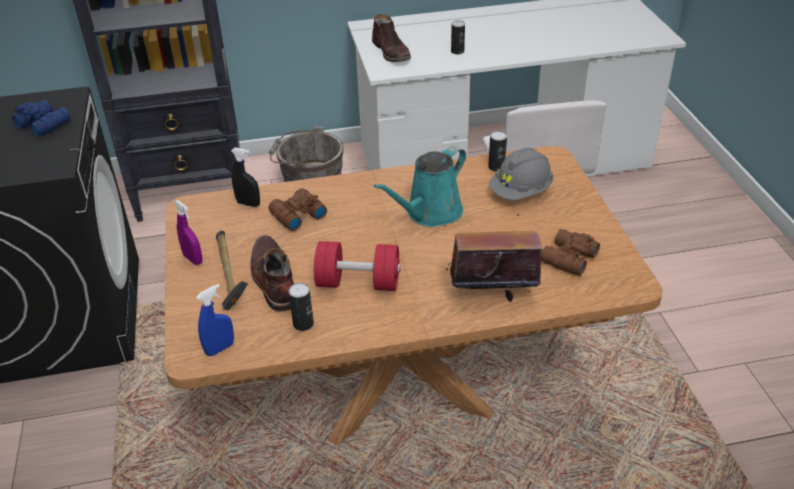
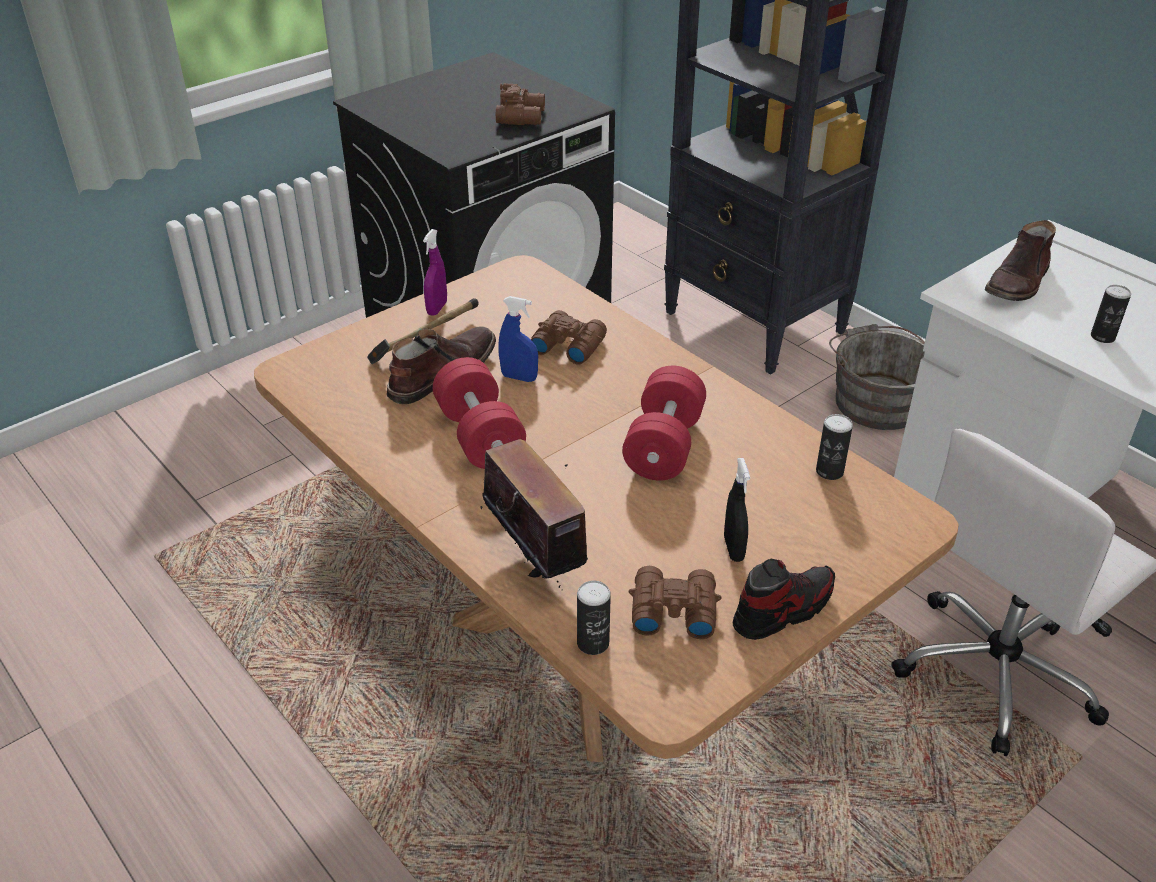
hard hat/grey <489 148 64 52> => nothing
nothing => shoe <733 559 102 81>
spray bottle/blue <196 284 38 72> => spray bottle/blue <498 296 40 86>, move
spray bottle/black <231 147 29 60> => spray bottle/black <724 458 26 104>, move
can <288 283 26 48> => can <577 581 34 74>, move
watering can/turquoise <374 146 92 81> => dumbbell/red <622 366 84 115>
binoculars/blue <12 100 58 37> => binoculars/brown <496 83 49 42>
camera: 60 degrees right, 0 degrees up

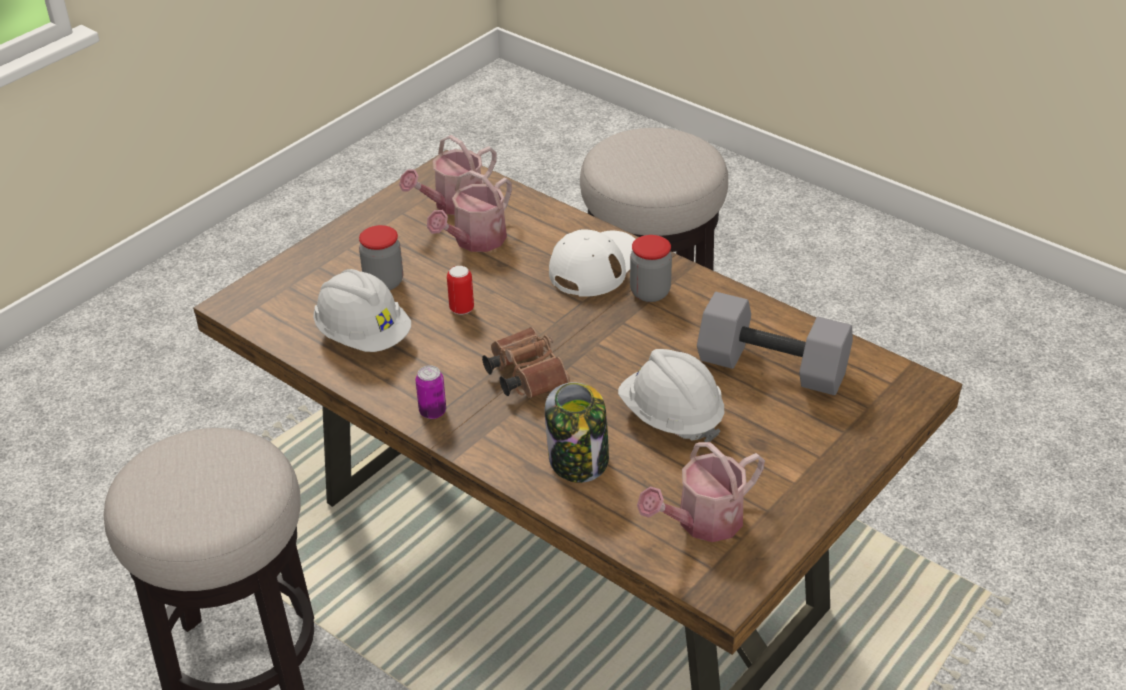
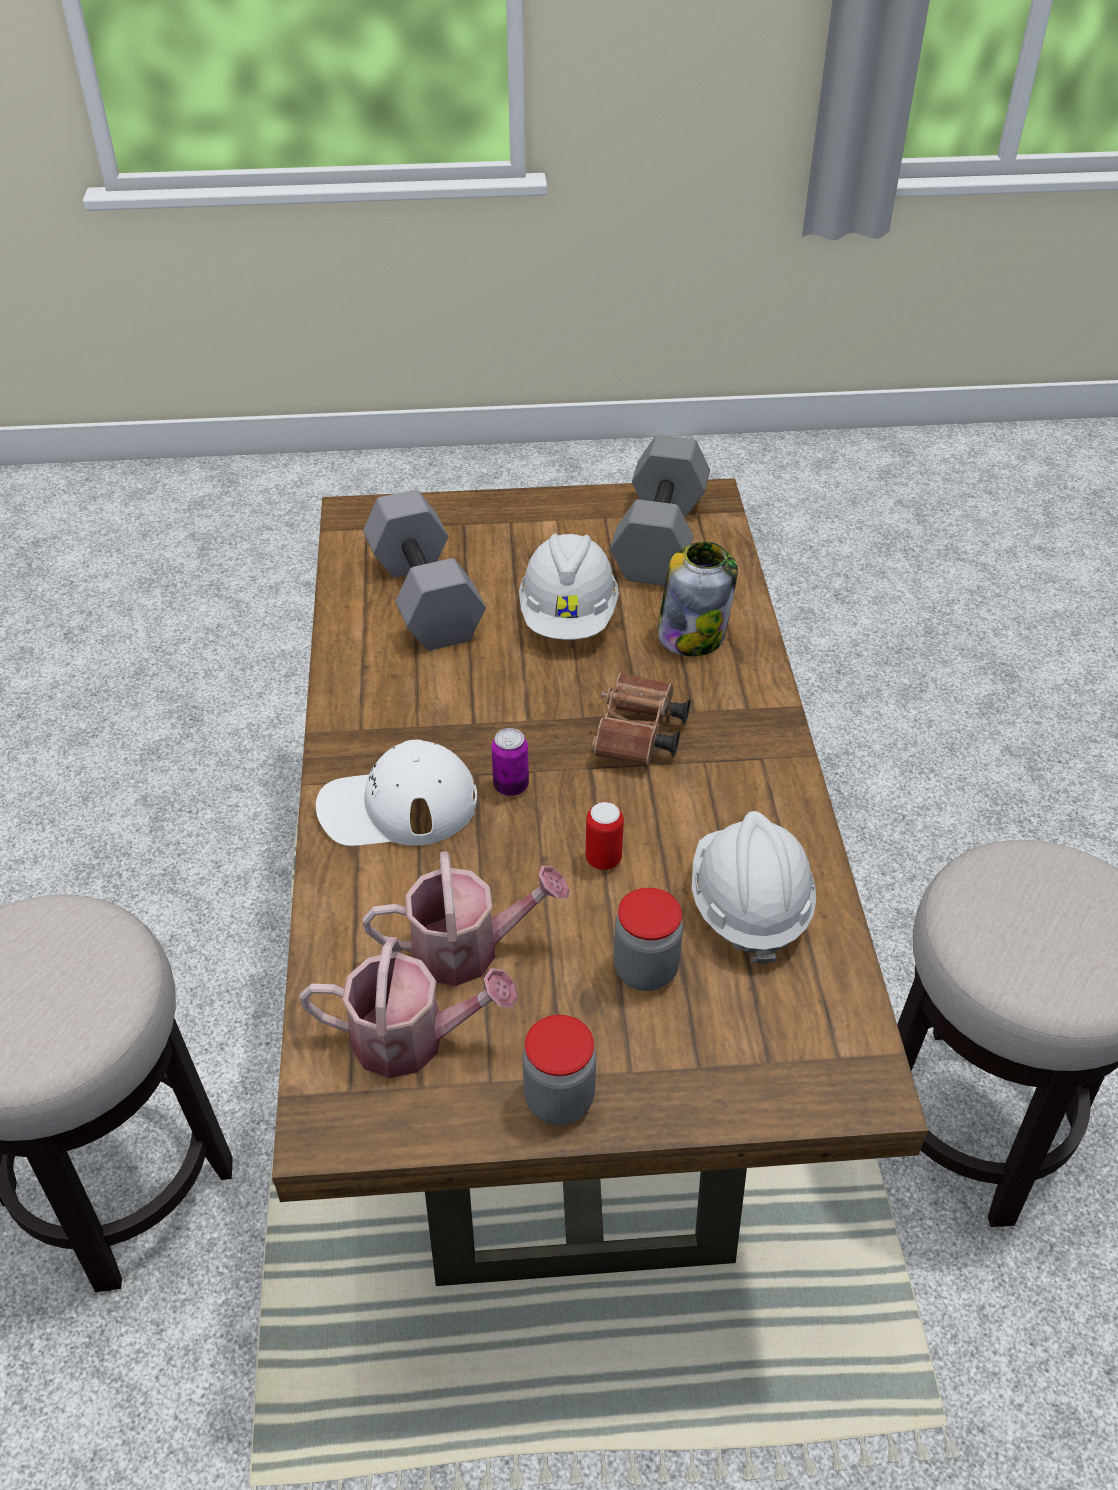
can <415 365 31 54> => can <491 728 38 68>, move
jar <630 235 42 67> => jar <523 1015 73 110>, move
watering can <637 442 128 100> => dumbbell/grey <610 435 100 151>
camera: 135 degrees left, 5 degrees up

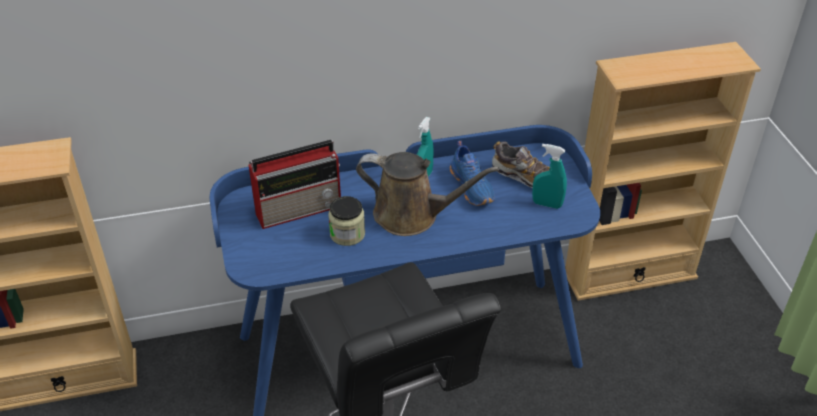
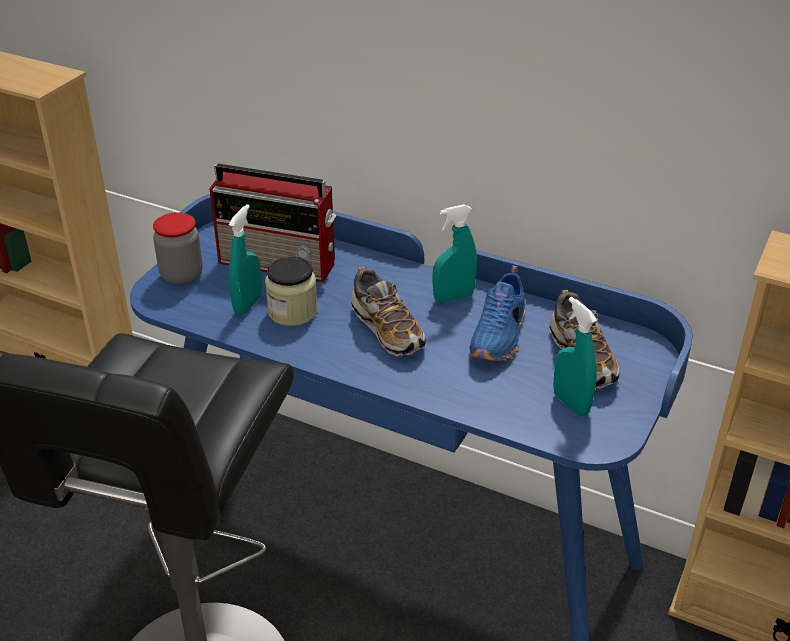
nothing => jar <153 213 50 72>
nothing => spray bottle/turquoise <229 204 33 111>
watering can/brown <356 152 143 84> => shoe <351 267 75 90>
camera: 40 degrees right, 5 degrees down

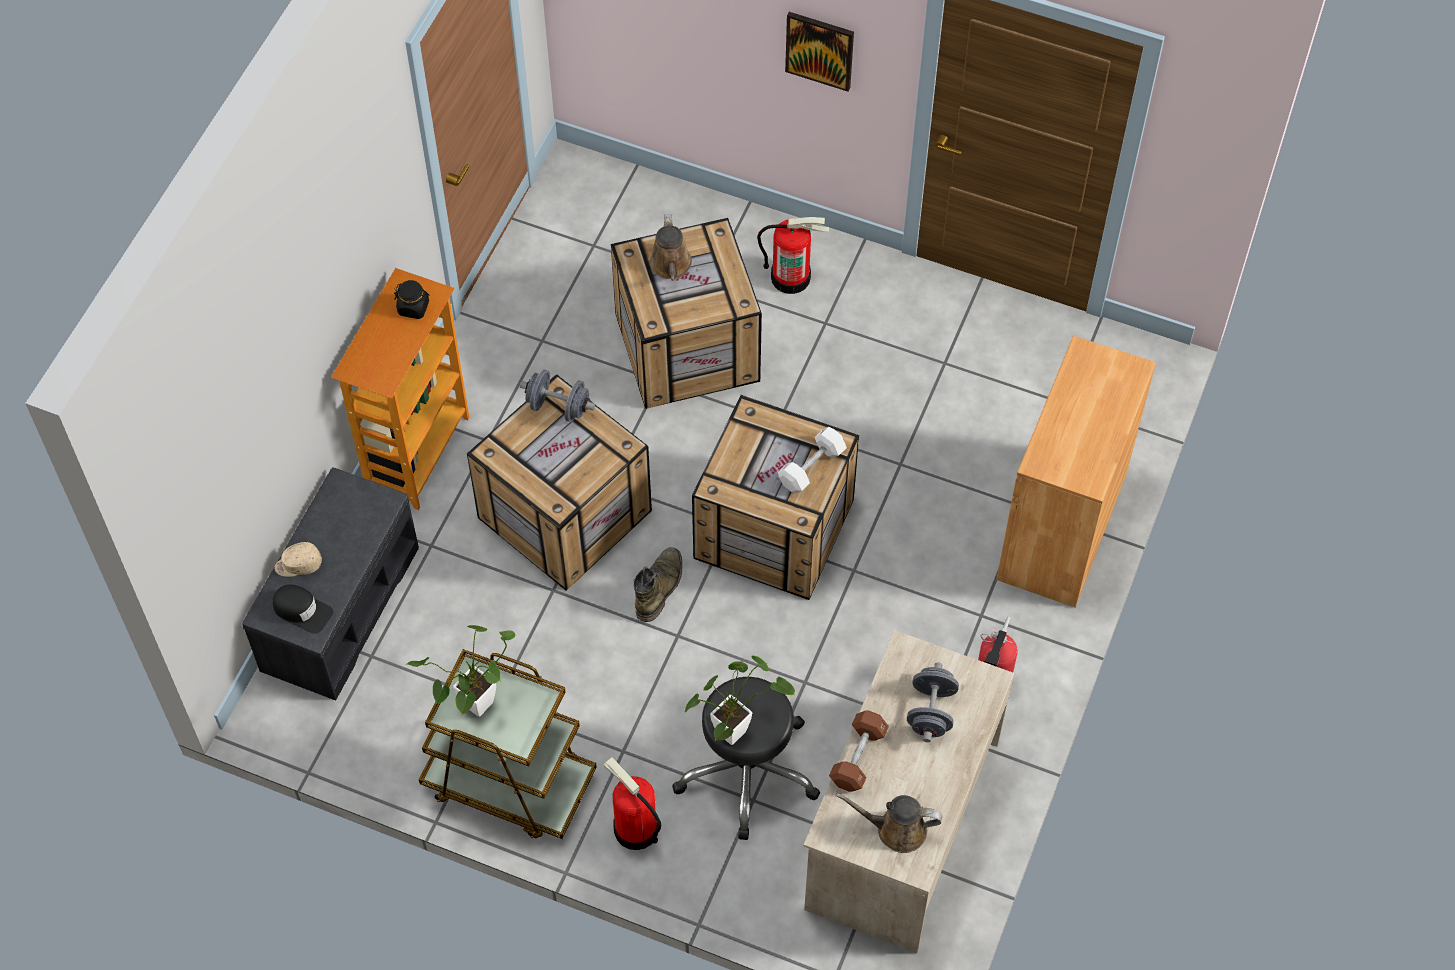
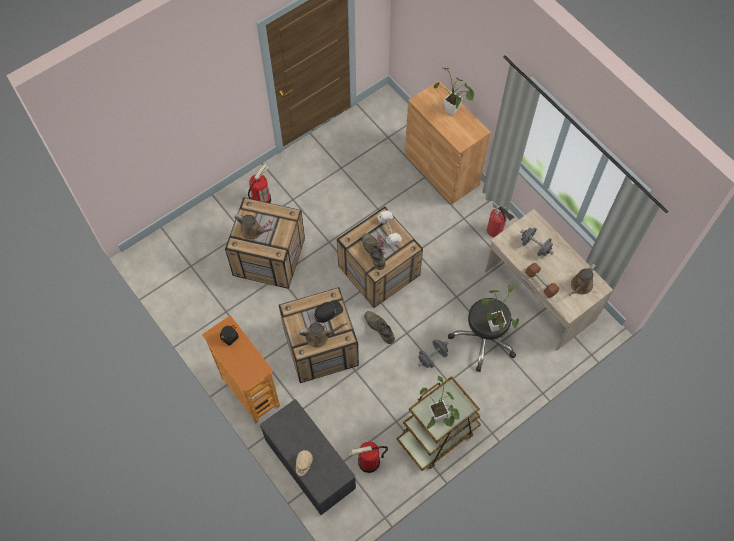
picture <785 12 69 80> => nothing
nothing => watering can/brown <299 323 49 25>
nothing => boot/green <362 233 24 37>
nothing => potted plant <434 68 41 48>
cap/black <273 584 60 50> => cap/black <314 300 29 23>, move
dumbbell/grey <520 369 75 53> => dumbbell/grey <418 340 31 28>, move
fire extinguisher <603 757 58 93> => fire extinguisher <349 442 39 31>, move
camera: 60 degrees left, 5 degrees up

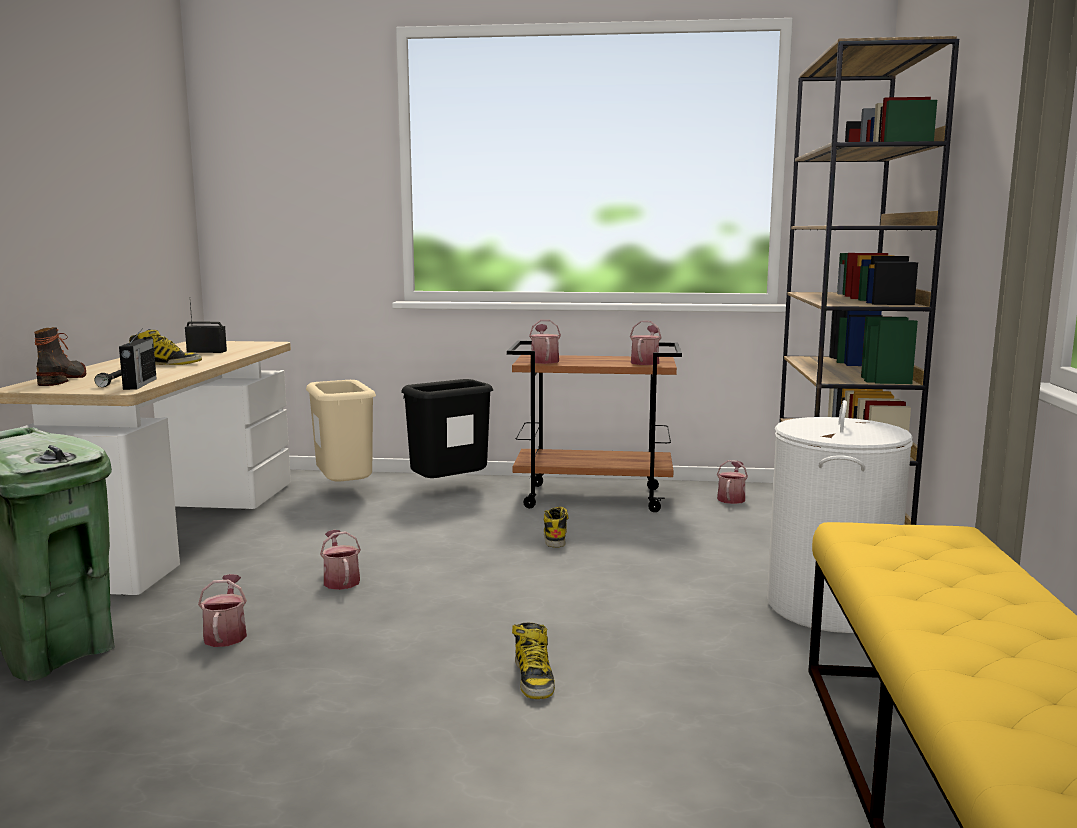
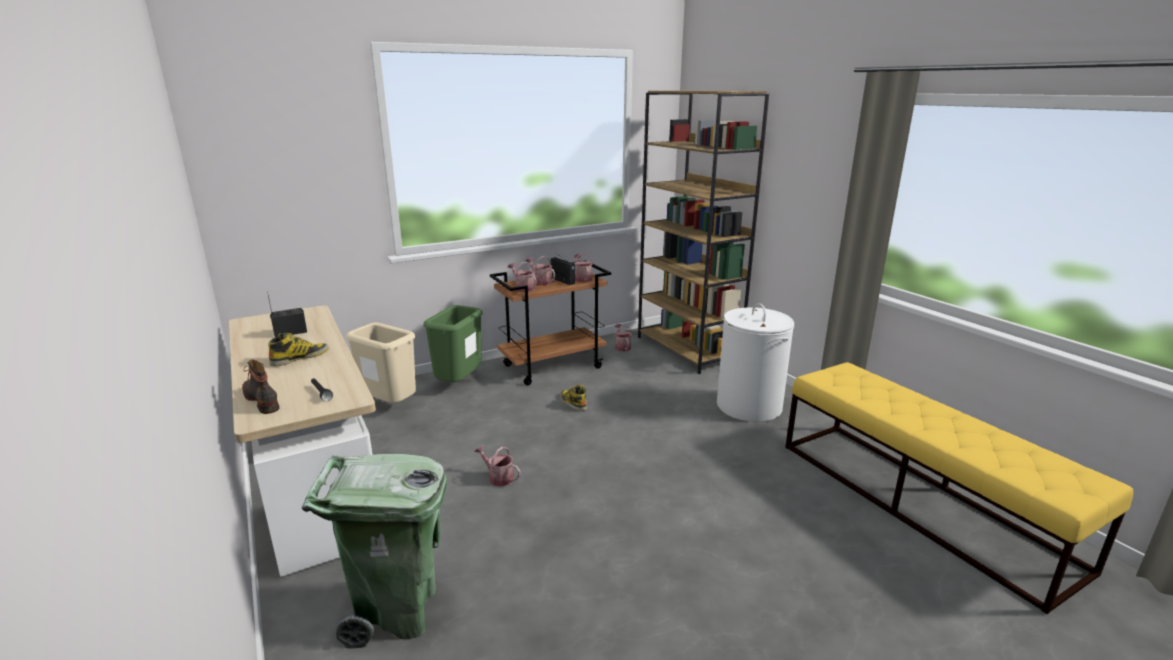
boot <512 623 43 76> => nothing
radio <119 328 38 62> => radio <550 253 25 32>, move
watering can <198 574 49 73> => watering can <526 256 29 30>, move
trash can/black <401 379 92 99> => trash can/green <423 305 60 77>
camera: 35 degrees left, 10 degrees up

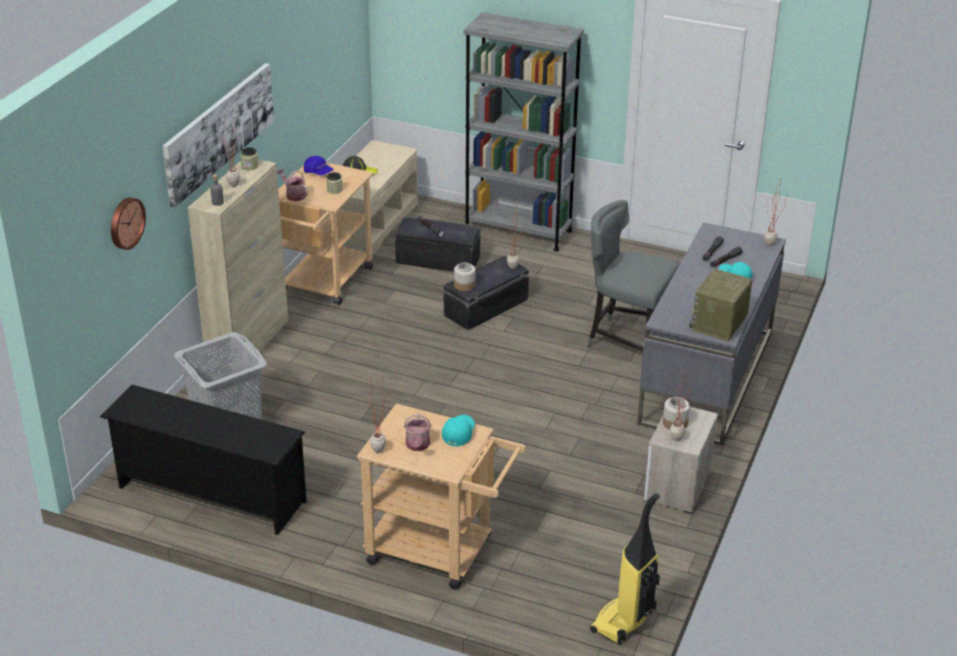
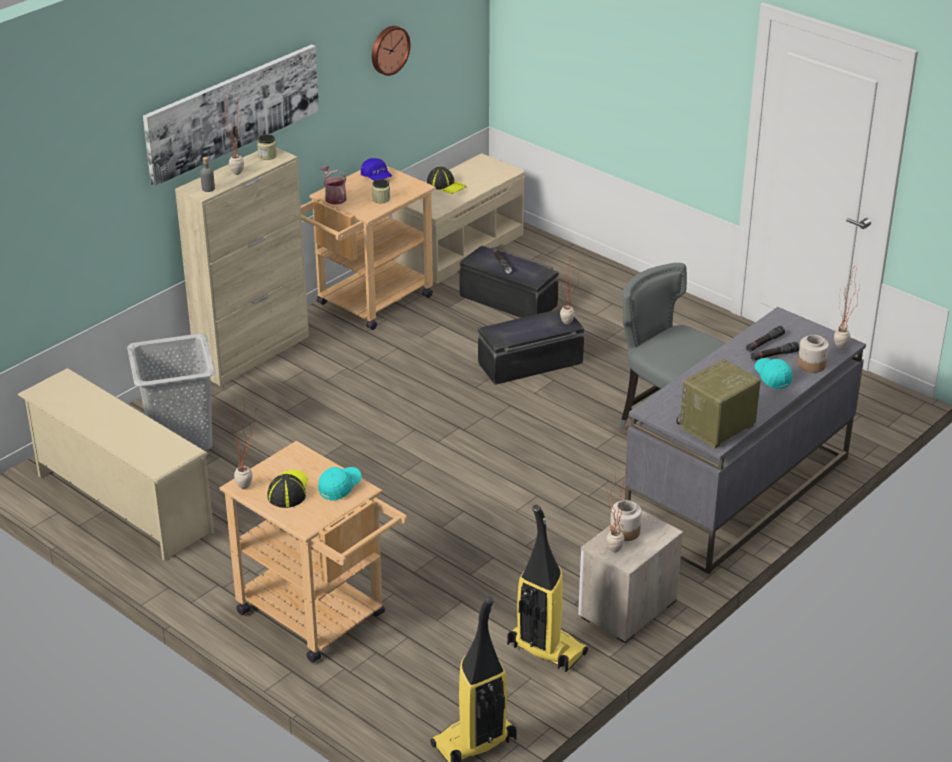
bookcase/grey <464 12 120 240> => nothing
nothing => vacuum cleaner <507 505 81 167>
wall clock <111 197 35 53> => wall clock <372 26 38 50>, move
jar <454 262 22 29> => jar <798 335 31 38>, move
watering can <404 413 27 38> => cap <267 469 41 39>
shoe rack/black <100 385 207 150> => shoe rack/beige <17 368 197 193>
camera: 20 degrees right, 0 degrees up

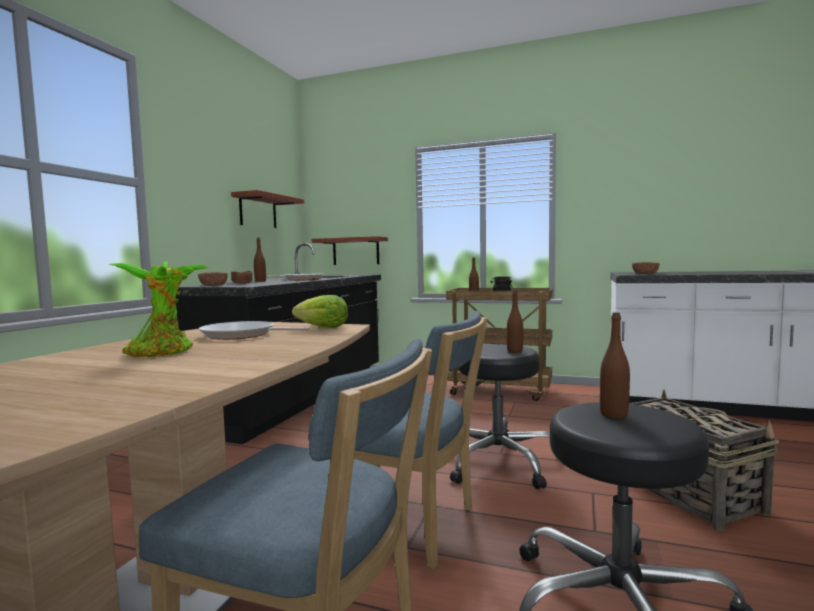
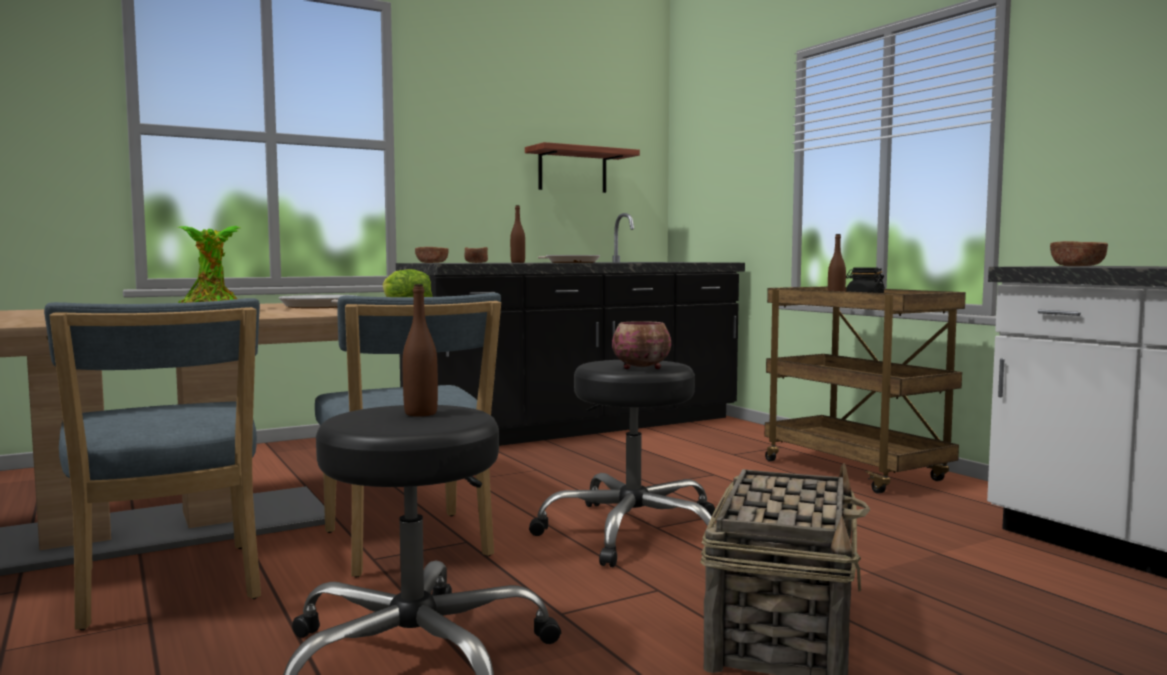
shelf <312 236 76 29> => nothing
bottle/brown <507 291 16 62> => bowl <612 321 59 48>
camera: 40 degrees right, 0 degrees up

